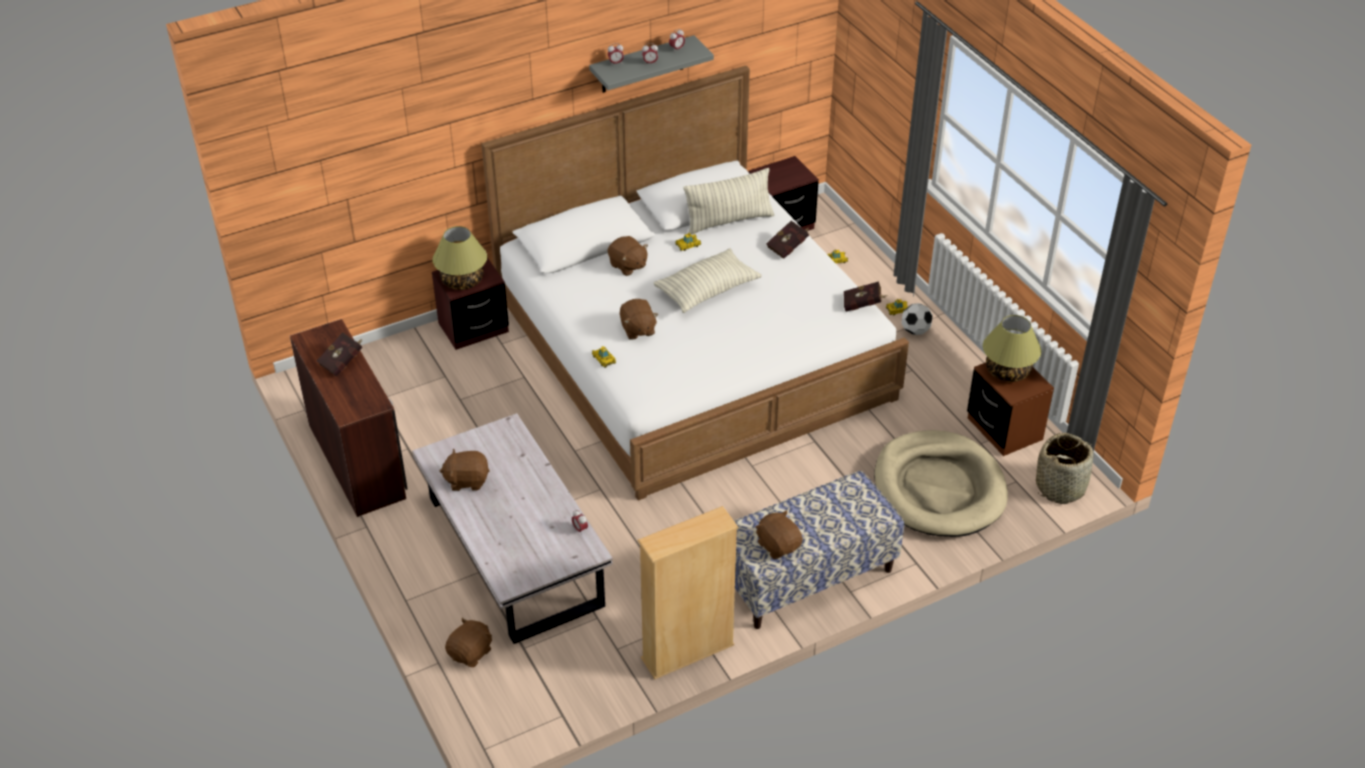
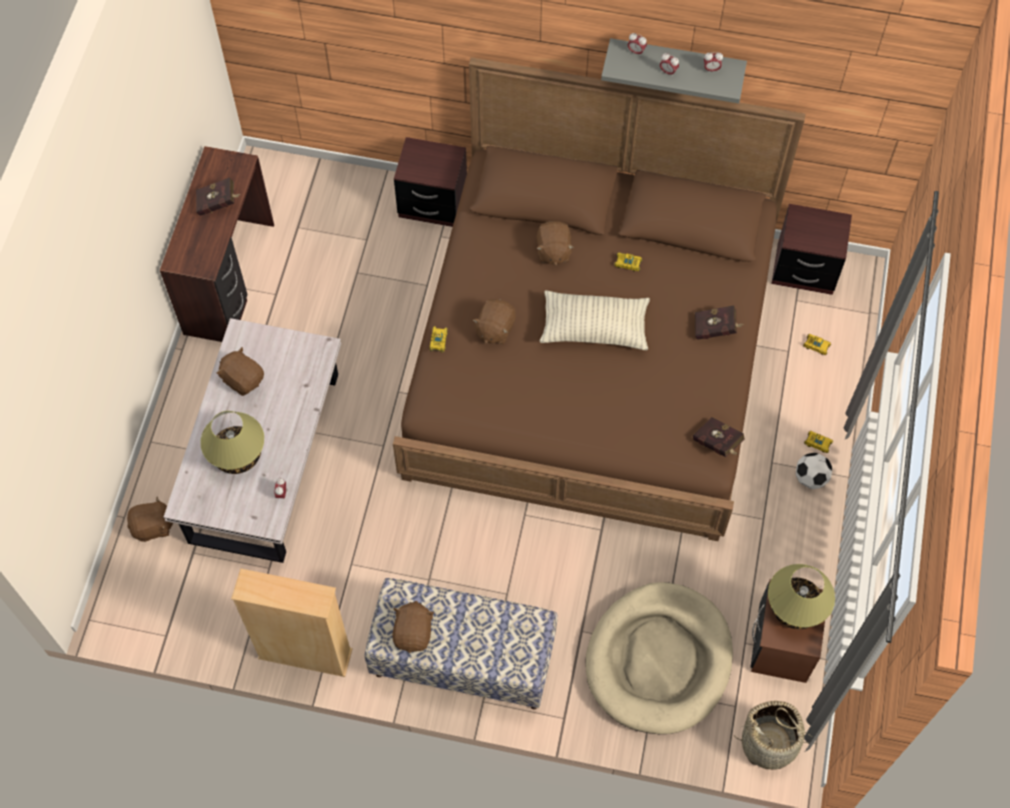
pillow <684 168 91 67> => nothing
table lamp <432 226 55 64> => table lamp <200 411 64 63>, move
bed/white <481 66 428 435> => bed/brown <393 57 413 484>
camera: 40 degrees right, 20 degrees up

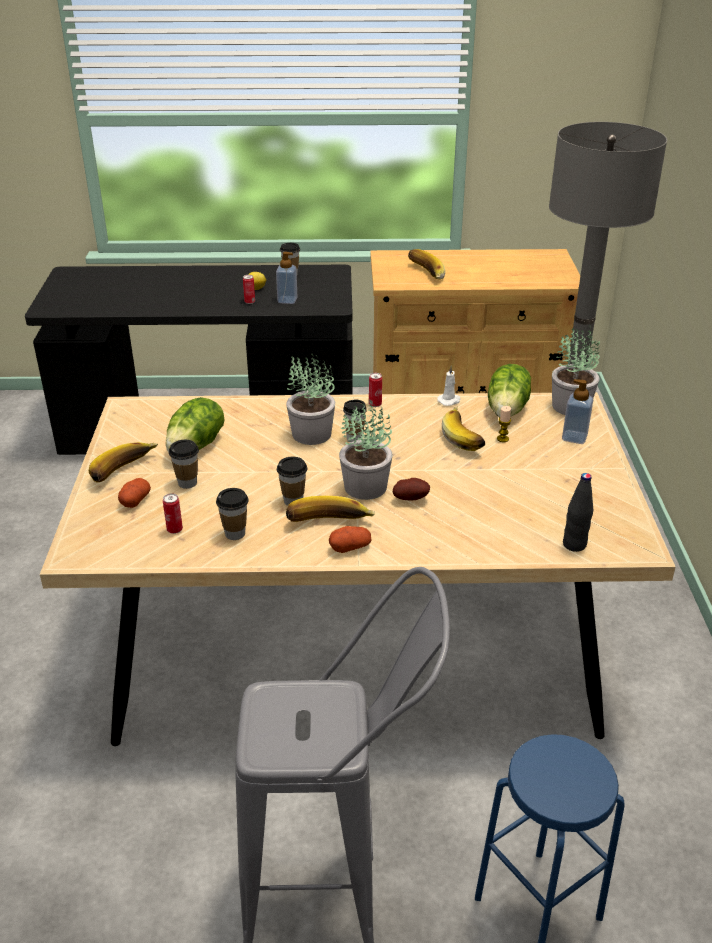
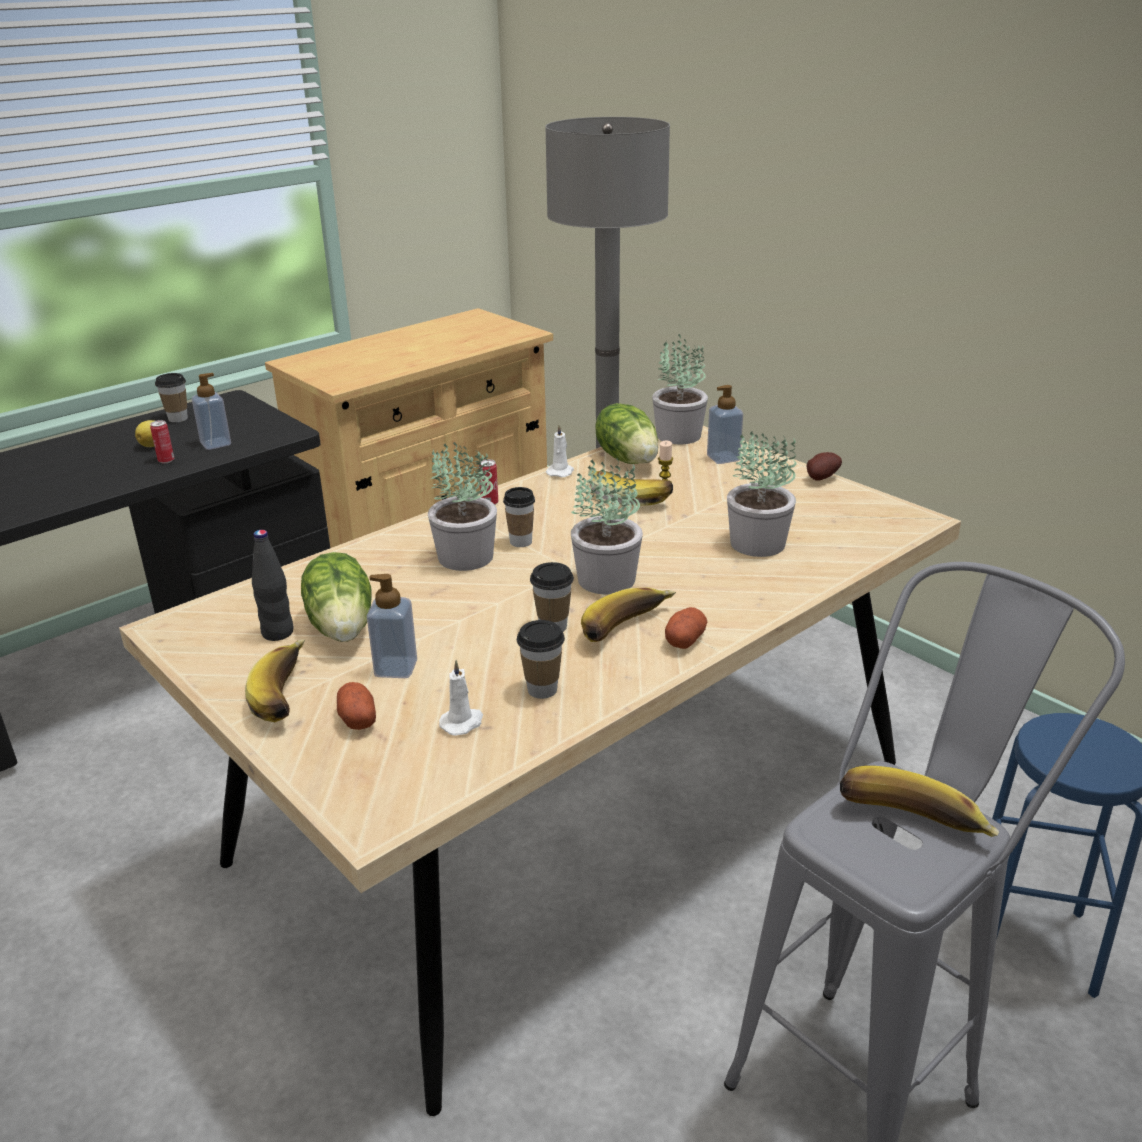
nothing => potted plant <727 431 70 126>
potato <393 478 37 22> => potato <807 452 35 29>, move
banana <408 249 37 31> => banana <840 766 159 71>, move
bottle/black <563 473 30 79> => bottle/black <252 530 41 111>, move
can <163 493 20 41> => candle/white <439 660 44 76>
cup <169 440 30 49> => soap dispenser <367 574 50 104>
camera: 40 degrees left, 5 degrees down

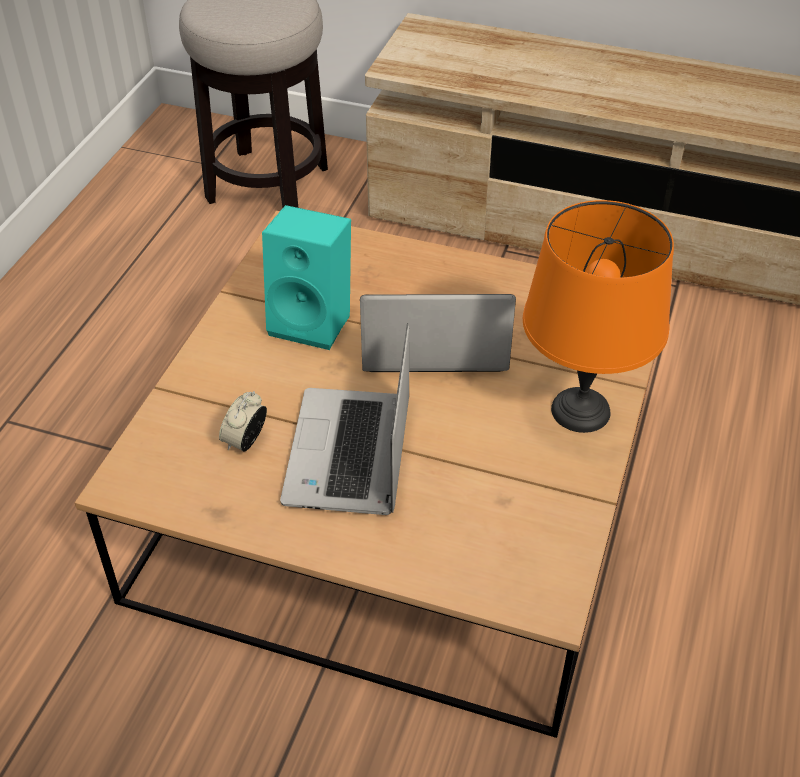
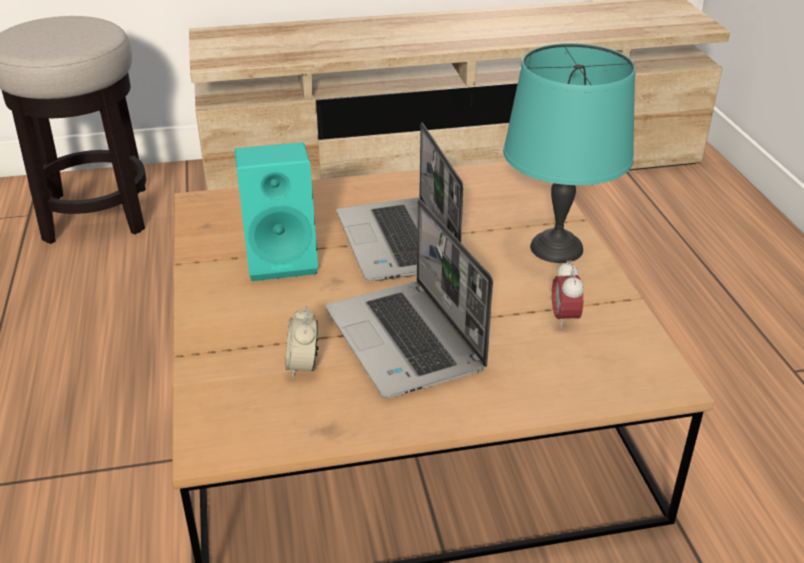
nothing => alarm clock <552 261 32 68>
table lamp/orange <523 200 151 233> => table lamp/turquoise <503 43 133 220>
laptop <360 294 156 78> => laptop <336 122 127 159>, 75 degrees counterclockwise
camera: 30 degrees left, 10 degrees down

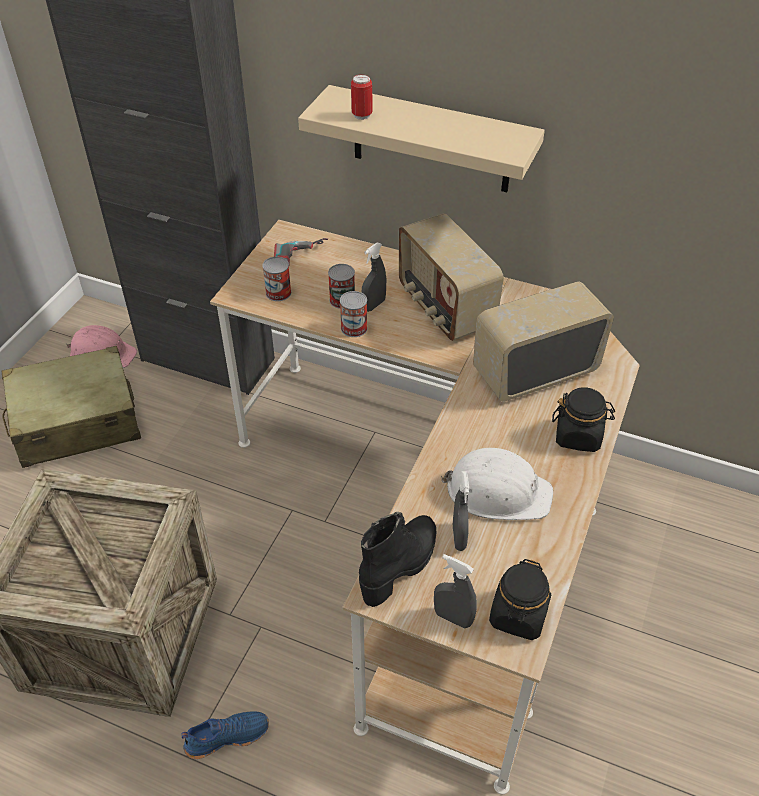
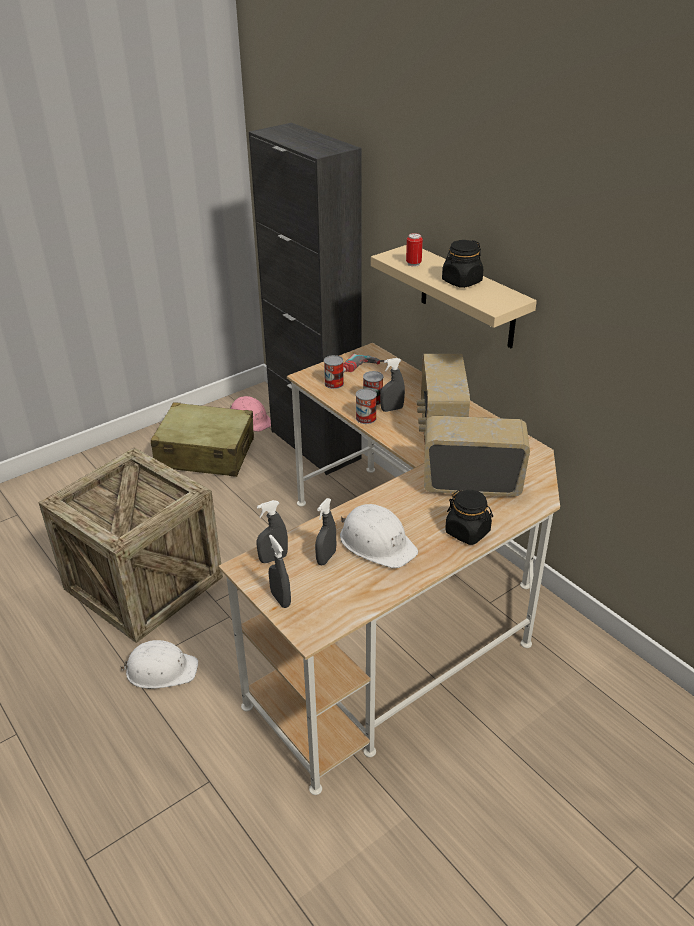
jar/black <489 559 62 81> => jar/black <442 240 41 48>, move
shoe/blue <181 711 88 48> => hard hat/white <120 640 78 49>
boot/black <359 512 77 95> => spray bottle/grey <256 500 32 63>
camera: 30 degrees right, 10 degrees down

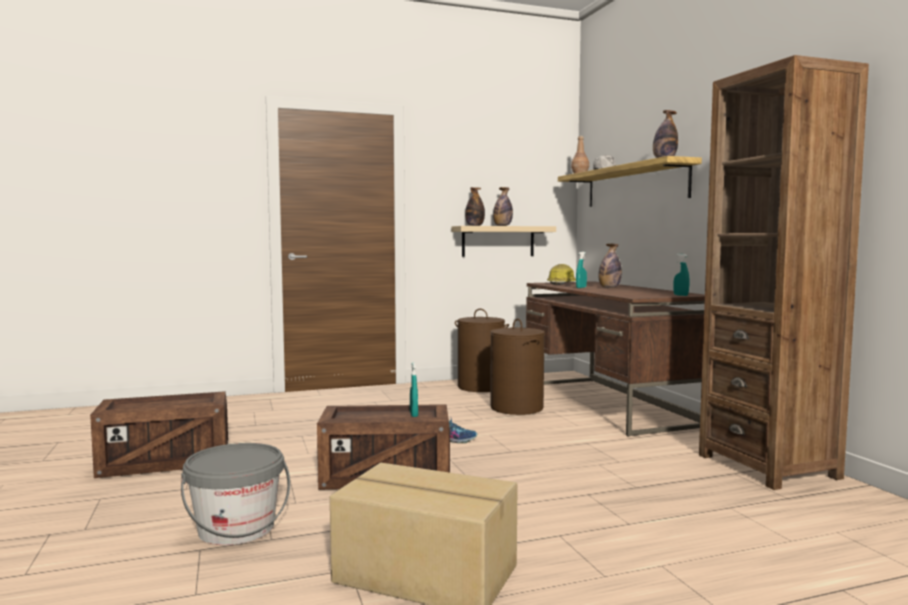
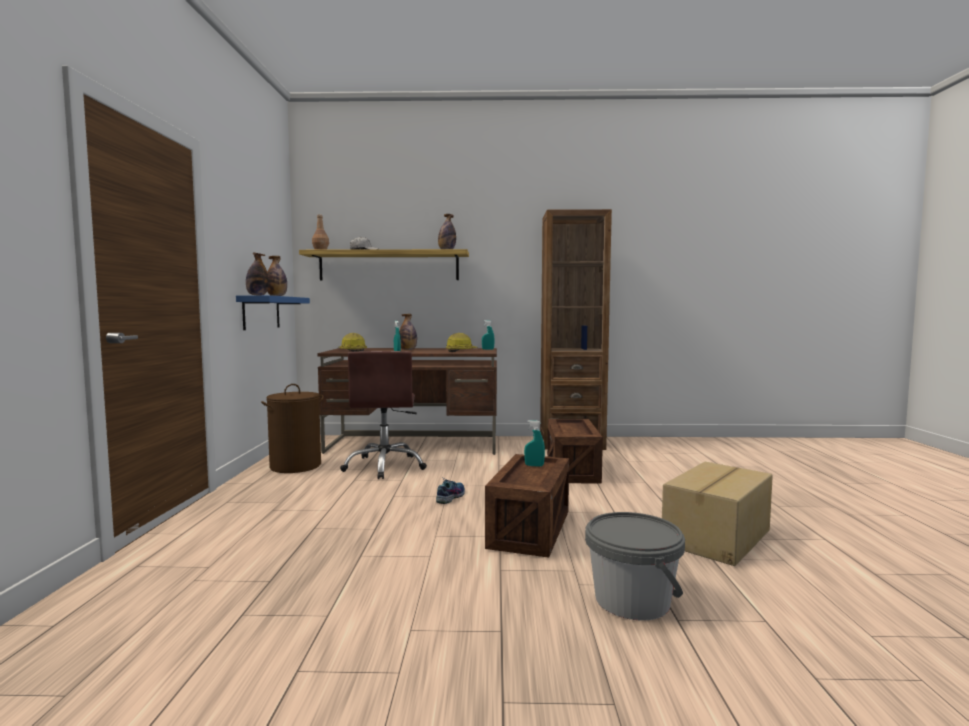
nothing => hard hat <446 333 32 19>
crate <90 391 138 87> => crate <547 419 56 65>, move
laundry basket/brown <490 319 55 96> => office chair/brown <340 351 87 128>
shelf/beige <451 226 105 31> => shelf/blue <236 295 74 35>
camera: 70 degrees left, 0 degrees up

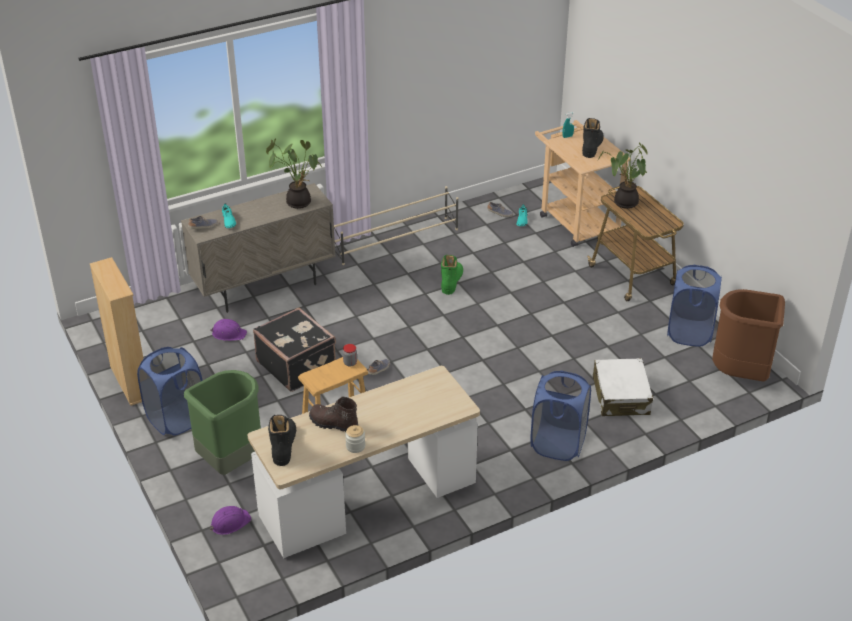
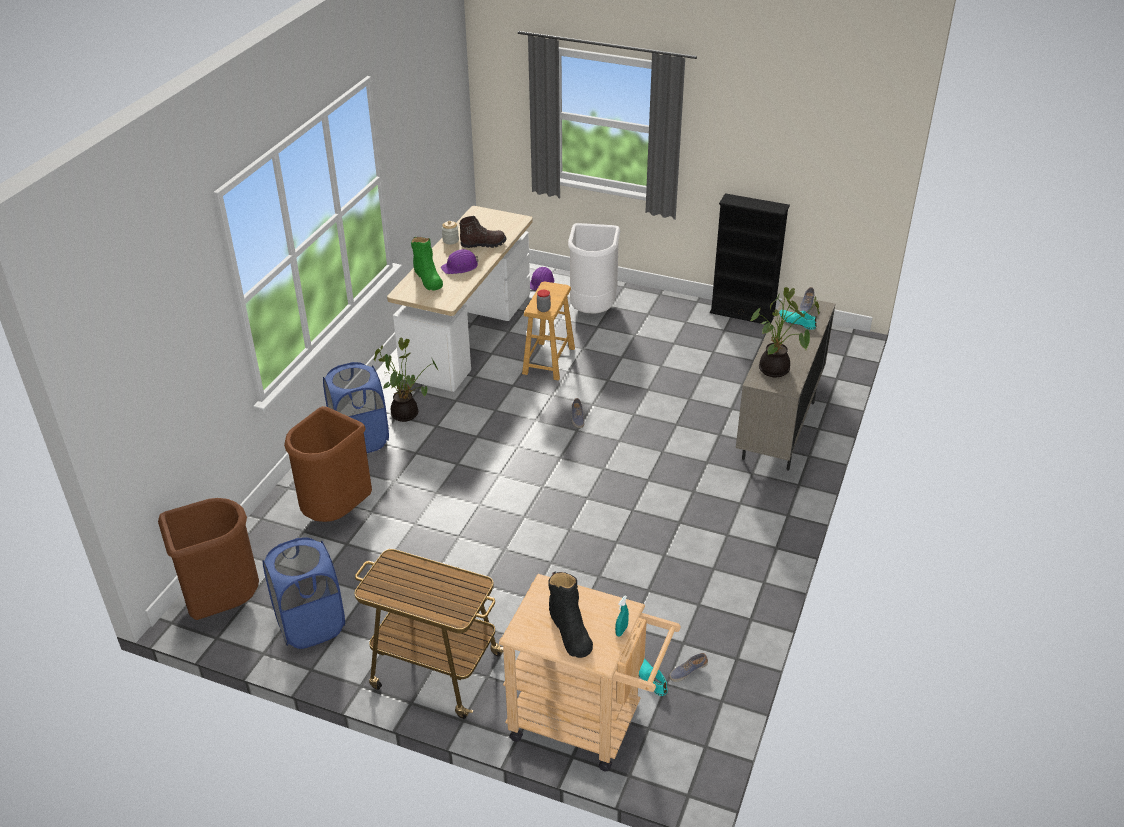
laundry basket/blue <137 347 66 89> => nothing
suitcase/black <253 307 83 85> => nothing
boot/black <268 415 28 51> => nothing
shoe rack/beige <334 186 124 79> => nothing
hard hat/purple <210 319 37 22> => hard hat/purple <441 249 37 25>, move
boot/green <441 255 22 40> => boot/green <411 237 32 53>, move
potted plant <597 143 51 66> => potted plant <373 337 65 85>, move
suitcase/white <593 358 60 58> => trash can/brown <284 406 88 116>
bookcase/beige <90 257 54 149> => bookcase/black <710 193 80 132>
trash can/green <184 370 77 105> => trash can/white <568 223 52 91>
camera: 140 degrees right, 0 degrees up

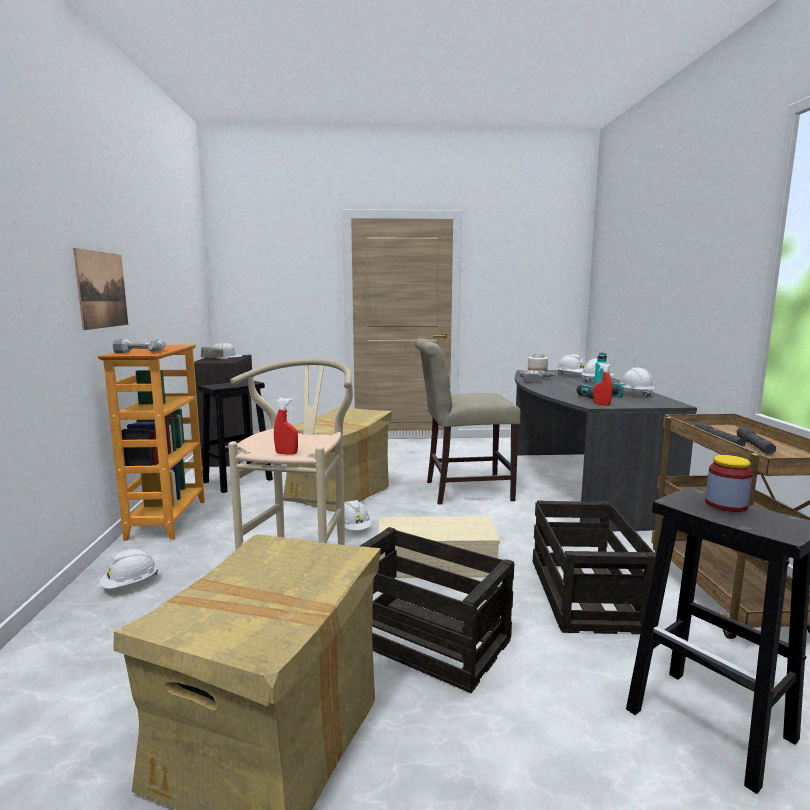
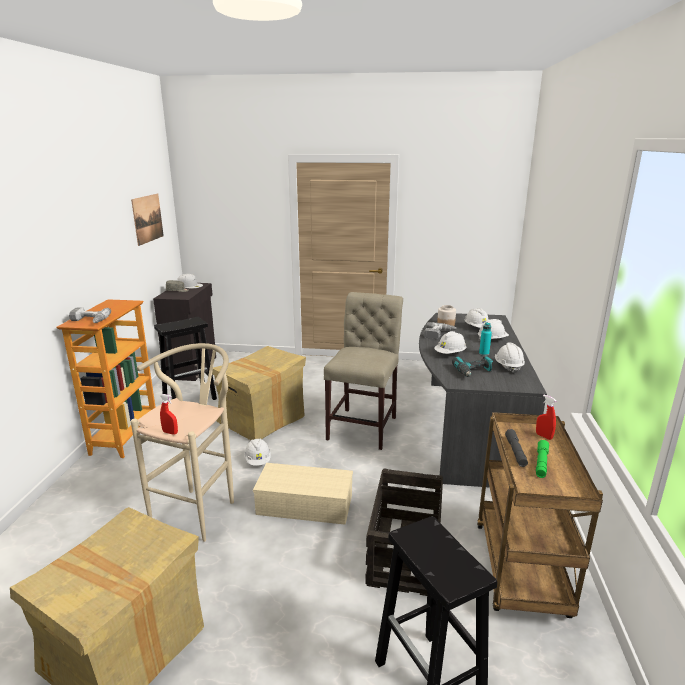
crate <360 527 154 166> => nothing
jar <705 455 48 57> => nothing
picture <73 248 55 82> => picture <131 194 33 52>, move
hard hat/white <100 549 58 40> => hard hat/white <434 331 32 23>, move
spray bottle/red <593 363 19 43> => spray bottle/red <536 395 20 45>, move
flashlight/grey <737 426 39 29> => flashlight/green <536 440 13 38>
chair/beige <415 338 105 167> => chair/beige <324 292 79 158>, 105 degrees clockwise
camera: 10 degrees right, 10 degrees up

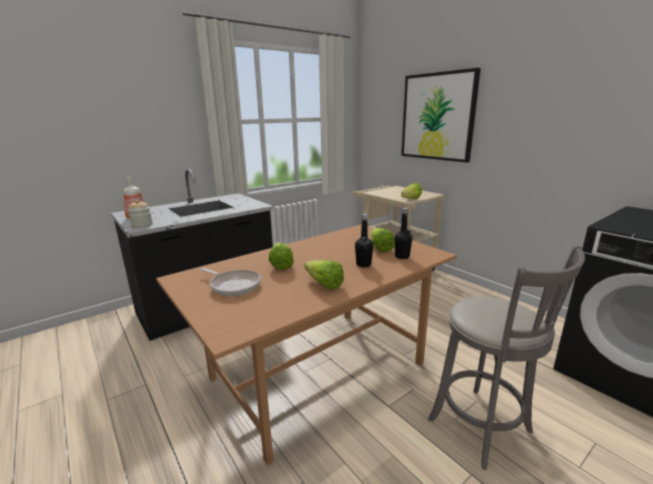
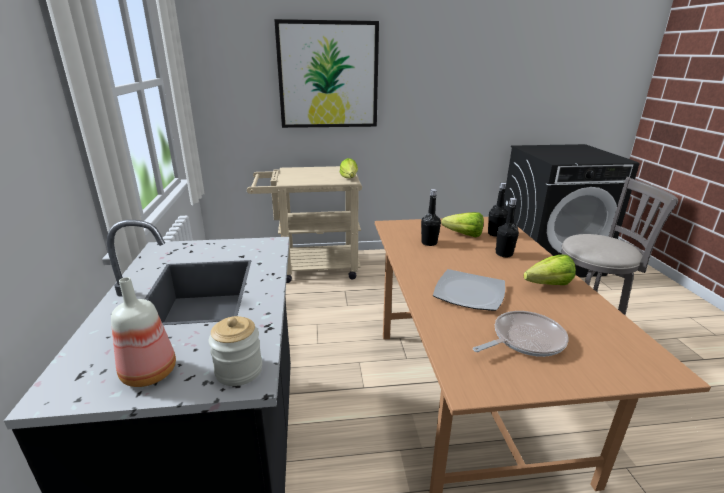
nothing => bottle/black <421 189 20 57>
lettuce <269 242 25 28> => plate <433 269 72 42>
camera: 60 degrees left, 5 degrees up

